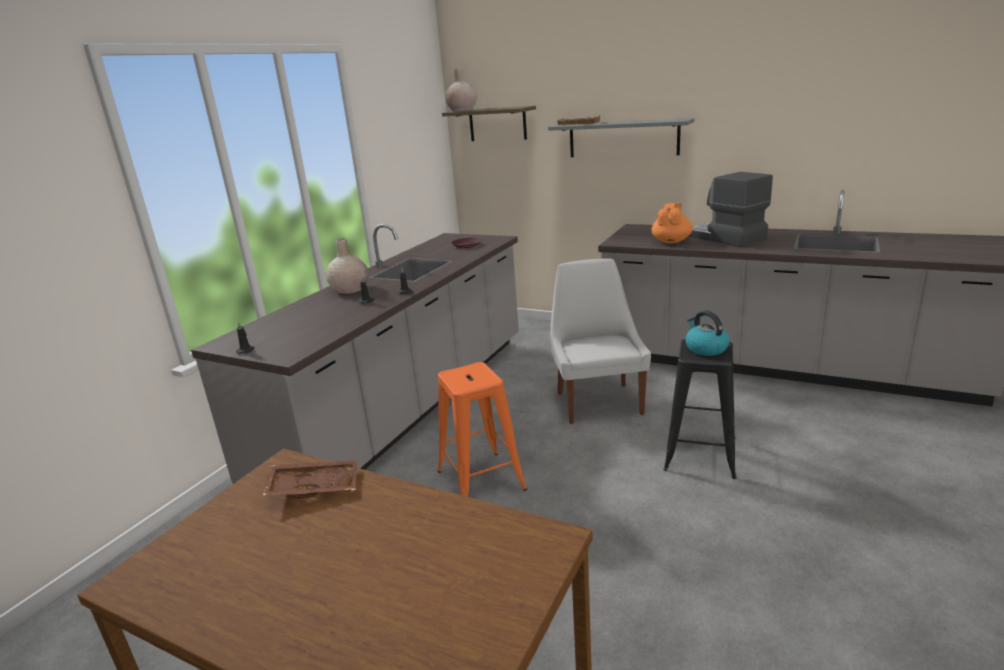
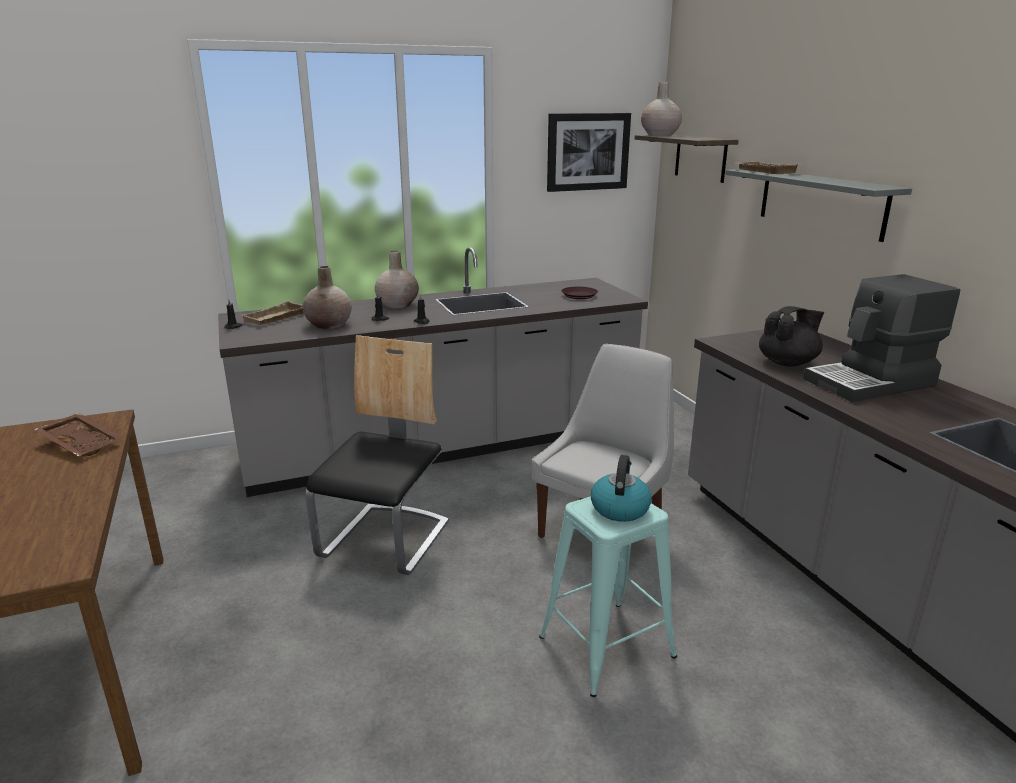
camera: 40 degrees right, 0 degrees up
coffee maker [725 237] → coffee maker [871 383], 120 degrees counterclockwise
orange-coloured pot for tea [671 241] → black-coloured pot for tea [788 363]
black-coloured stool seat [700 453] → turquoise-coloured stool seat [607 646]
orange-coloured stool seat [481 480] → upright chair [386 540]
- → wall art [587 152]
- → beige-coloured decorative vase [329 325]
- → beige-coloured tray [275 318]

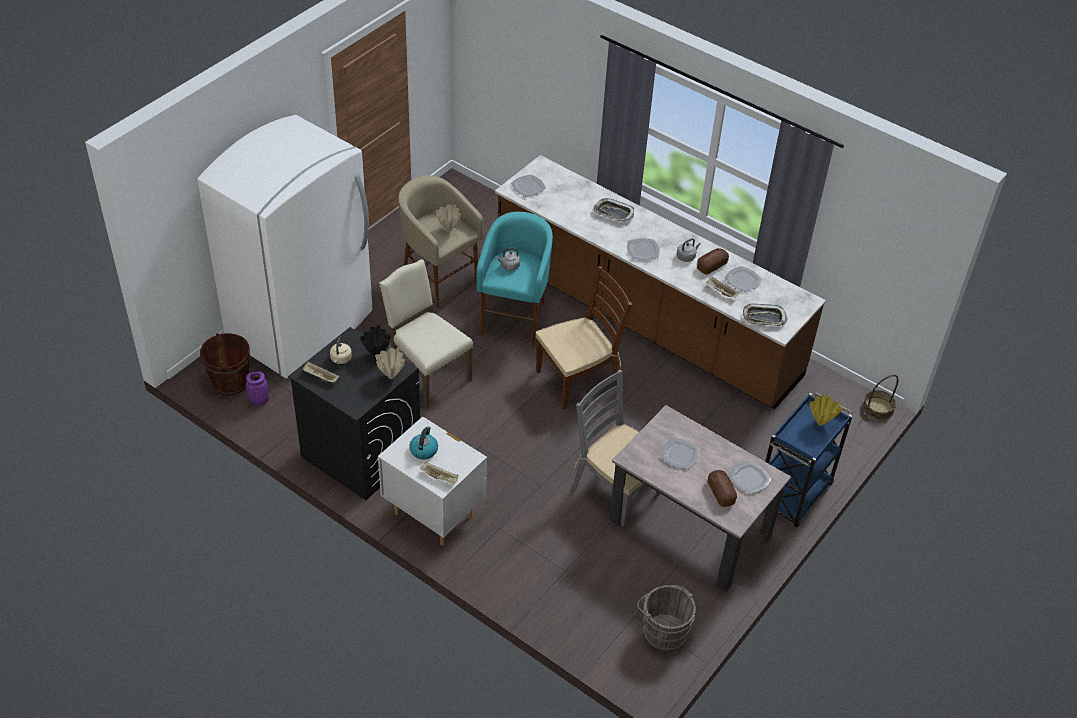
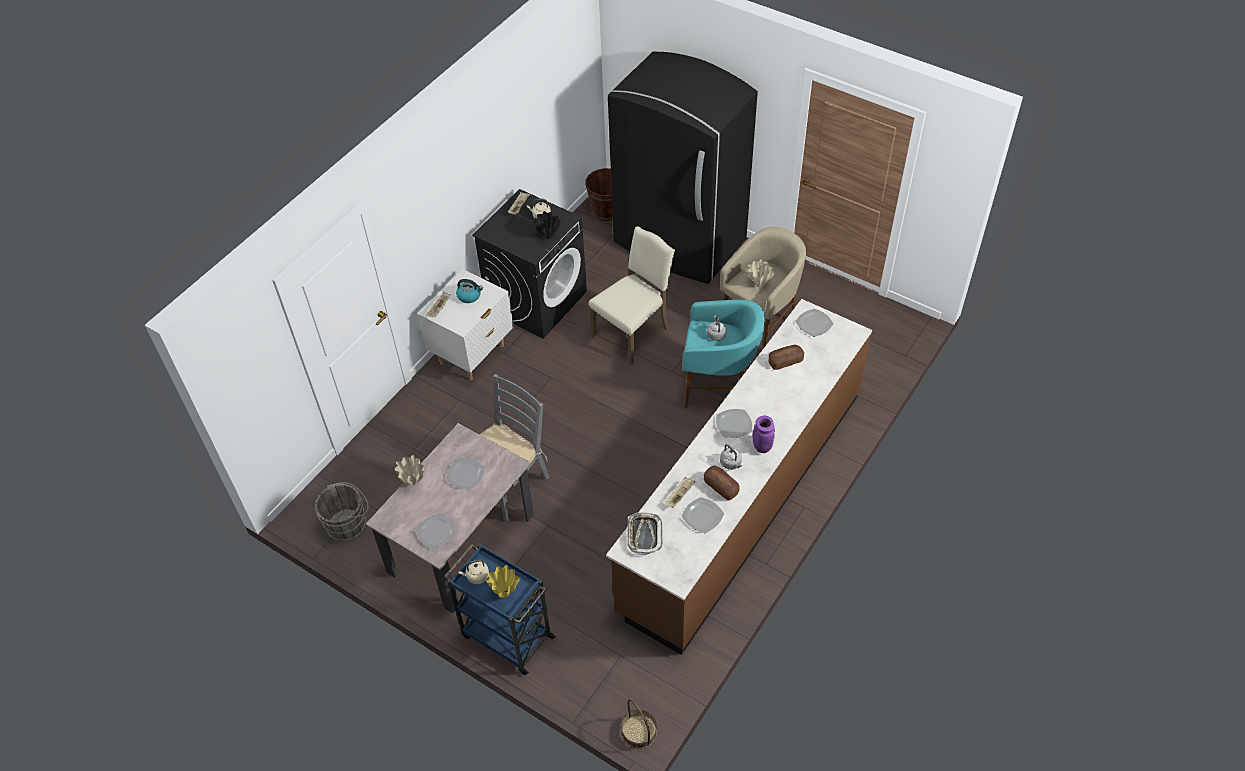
camera: 90 degrees right, 5 degrees up
white-coloured kitchen fridge [302 327] → black-coloured kitchen fridge [679 243]
tray [613 213] → -
brown upright chair [578 379] → -
beige-coloured decorative vase [390 376] → beige-coloured decorative vase [413 482], shifted
purplish decorative vase [258 401] → purplish decorative vase [761 446], shifted
baked bread [721 493] → baked bread [785 361], shifted
- → beige-coloured water kettle [476 576]

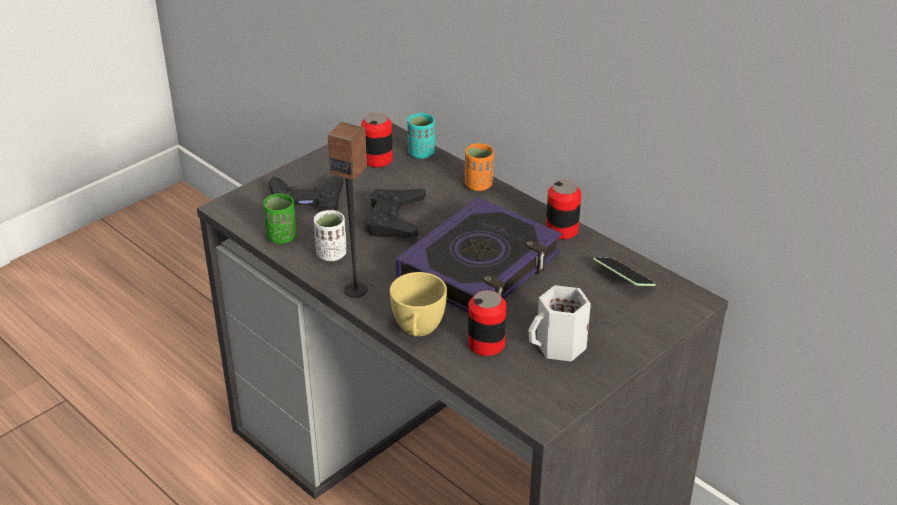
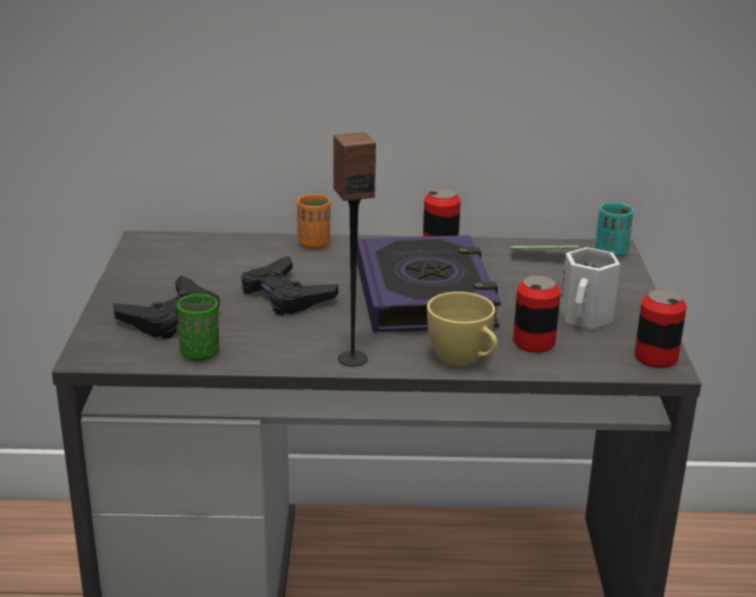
camera: 45 degrees left, 10 degrees down
metal can [377 160] → metal can [656 357], shifted
turquoise-coloured small cup [421 153] → turquoise-coloured small cup [611 252], shifted
white-coloured small cup [331 254] → -

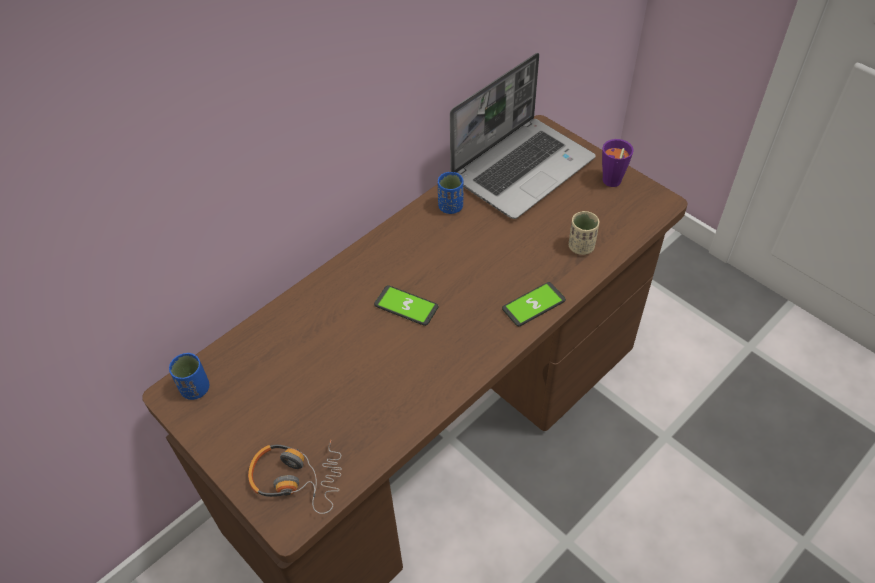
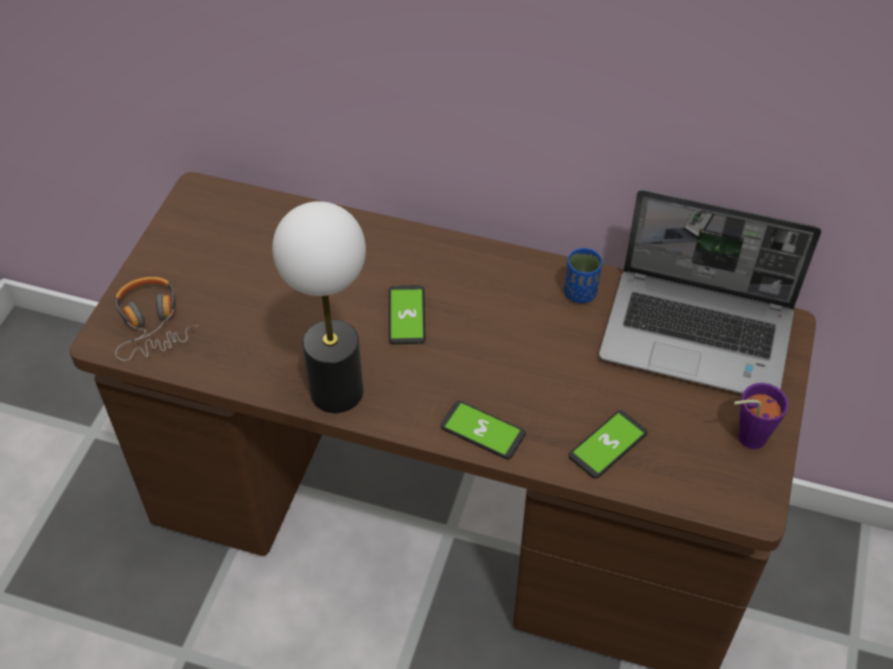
camera: 60 degrees right, 0 degrees up
beige-coloured small cup [581 247] → phone [608 445]
blue-coloured small cup [195 389] → -
- → lamp for a table [336 391]

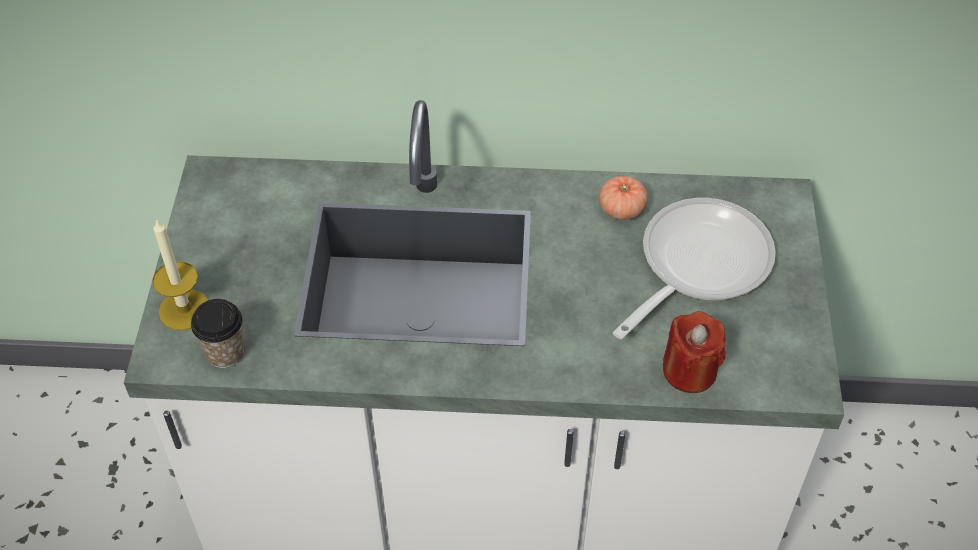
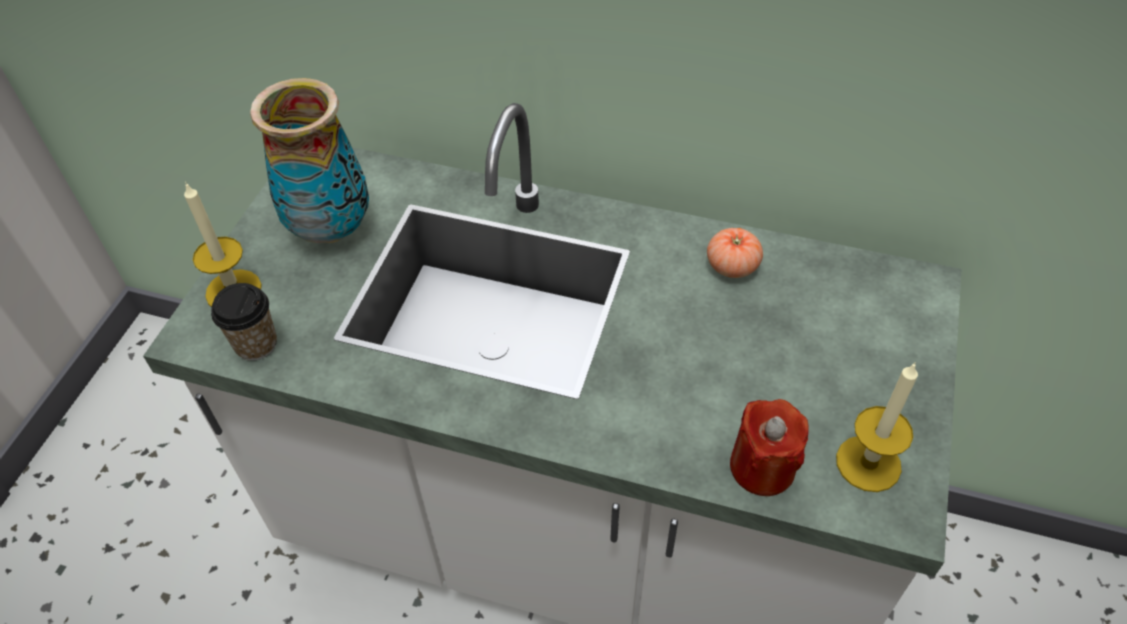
camera: 15 degrees right, 0 degrees up
frying pan [697 265] → -
- → decorative vase [330 229]
- → candle [868 463]

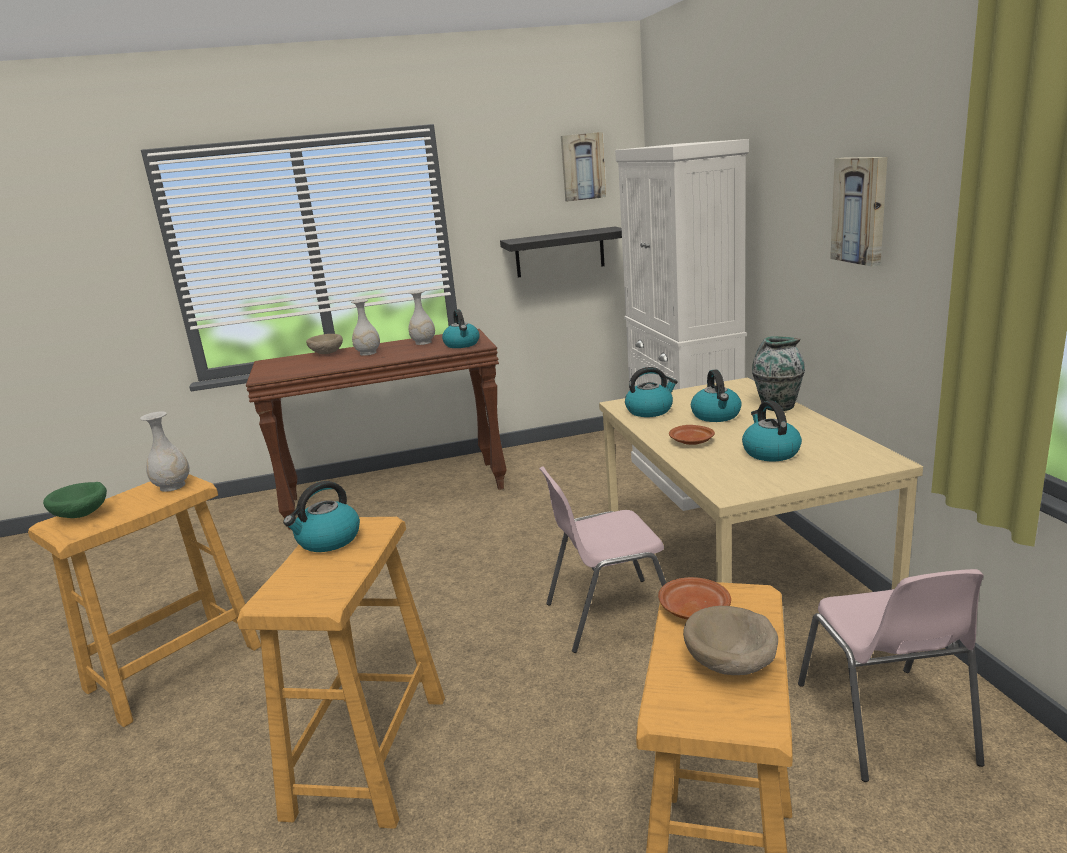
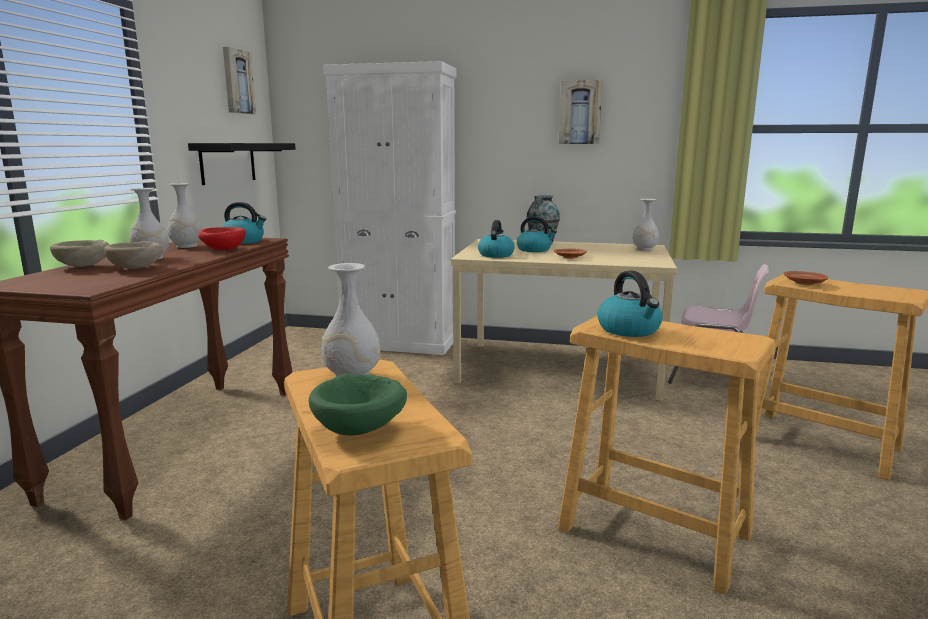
camera: 65 degrees left, 5 degrees down
water kettle [770 452] → -
pink-coloured upright chair [608 615] → -
beige-coloured serving bowl [731 667] → beige-coloured serving bowl [137 268], shifted
- → white-coloured decorative vase [644 249]
- → red serving bowl [223 250]

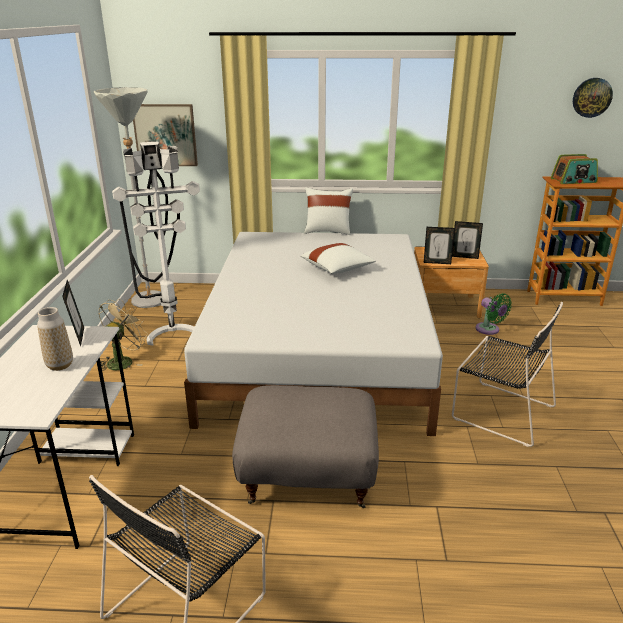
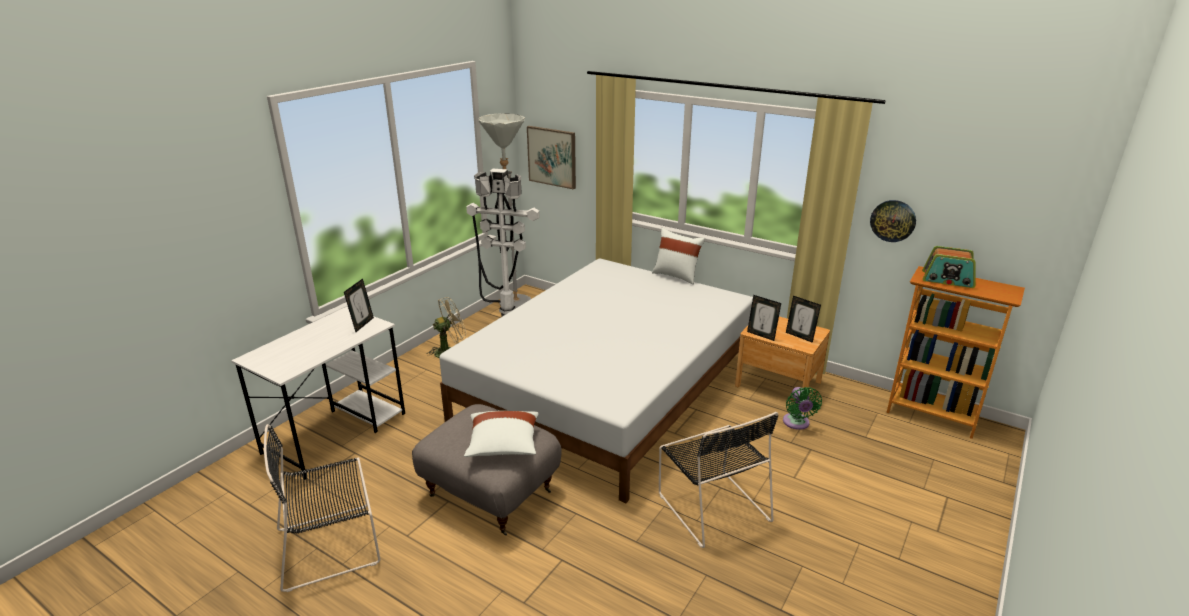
camera: 30 degrees right, 0 degrees up
clock on the wall [592 97] → clock on the wall [893 220], shifted
white-coloured cushion [338 269] → white-coloured cushion [503 445], shifted
decorative vase [60 365] → -

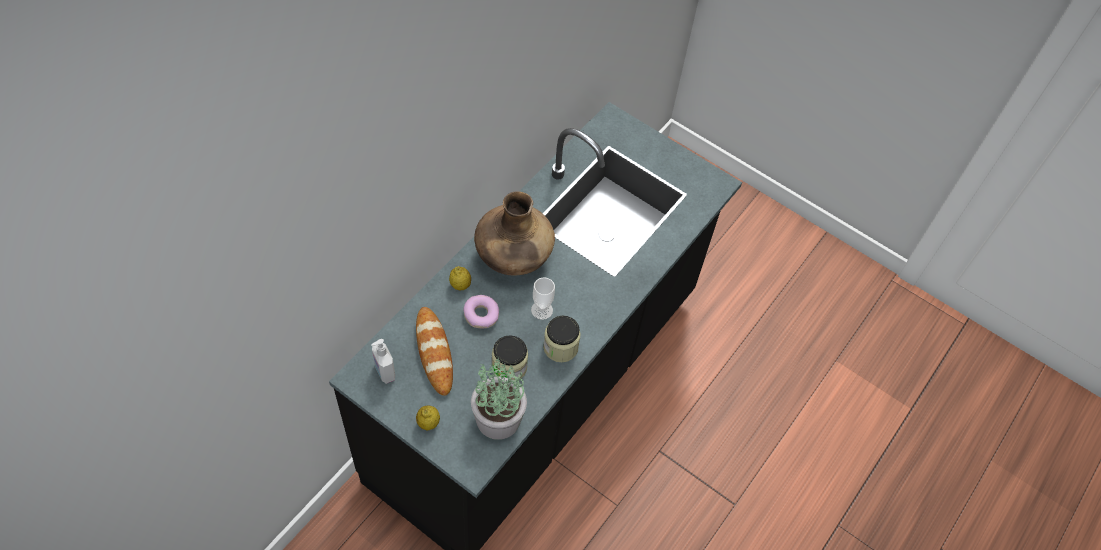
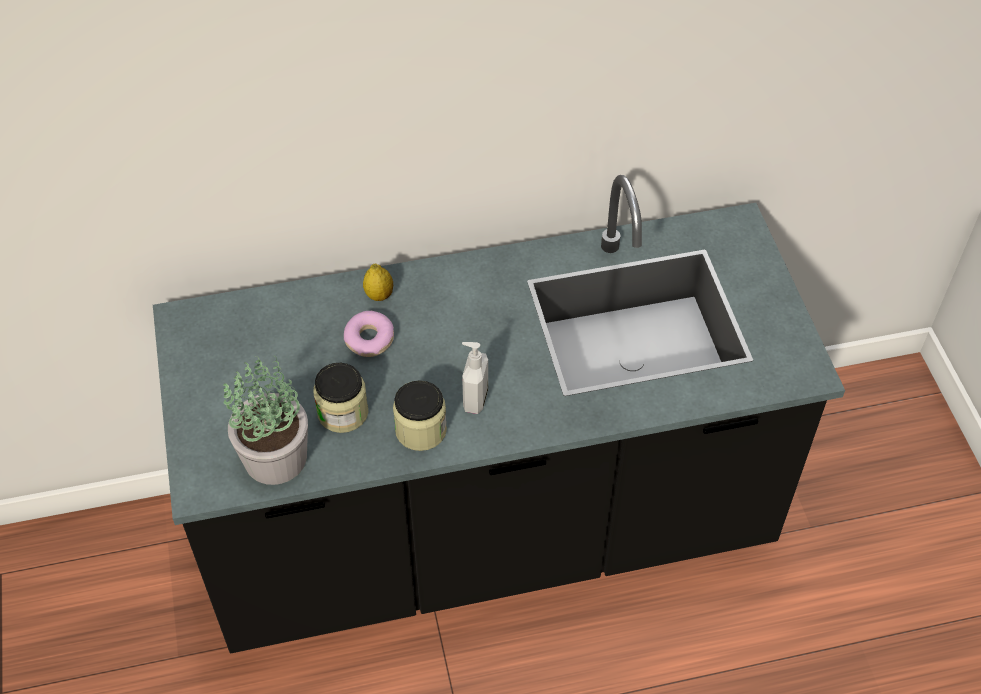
camera: 45 degrees right, 5 degrees down
brown decorative vase [513 257] → -
small cup [542 310] → -
baked bread [434 352] → -
soap bottle [384 372] → soap bottle [474 399], shifted
lemon [428 423] → -

